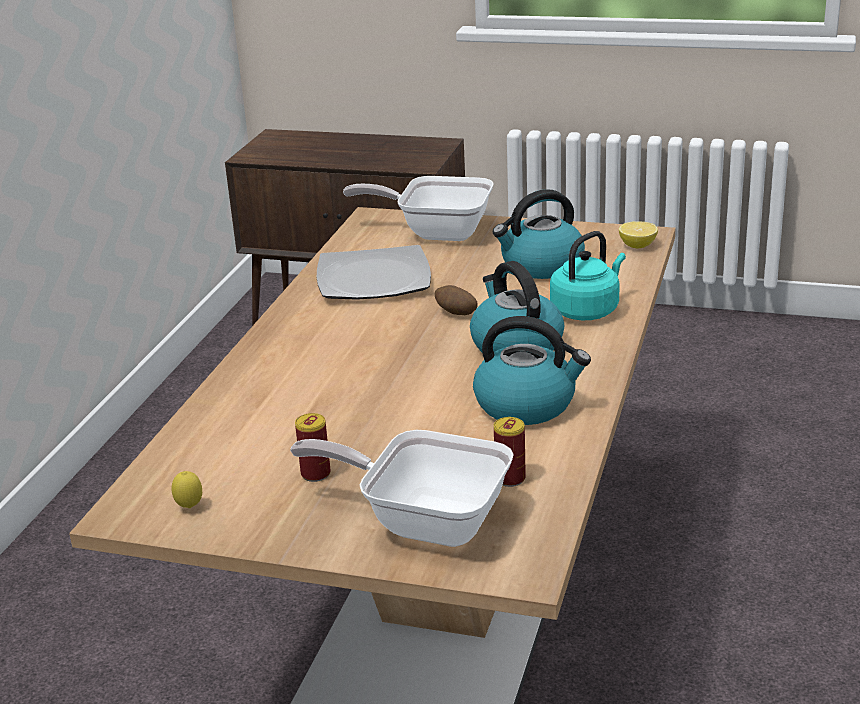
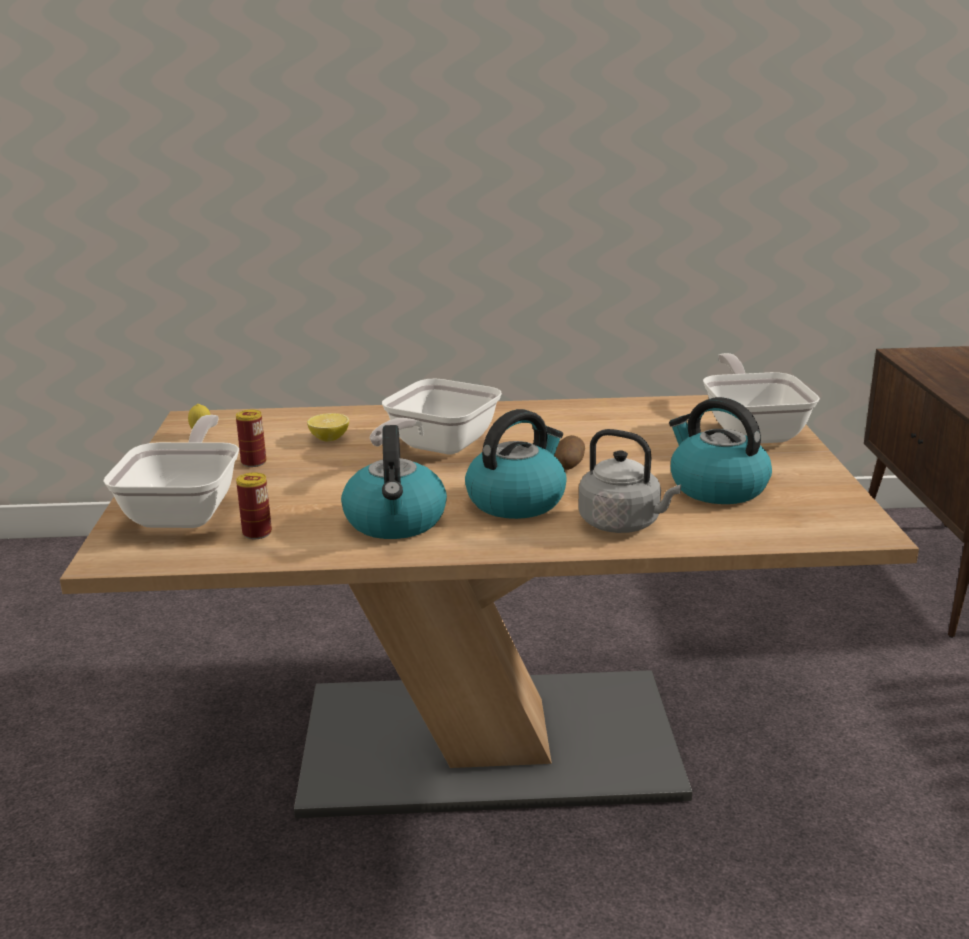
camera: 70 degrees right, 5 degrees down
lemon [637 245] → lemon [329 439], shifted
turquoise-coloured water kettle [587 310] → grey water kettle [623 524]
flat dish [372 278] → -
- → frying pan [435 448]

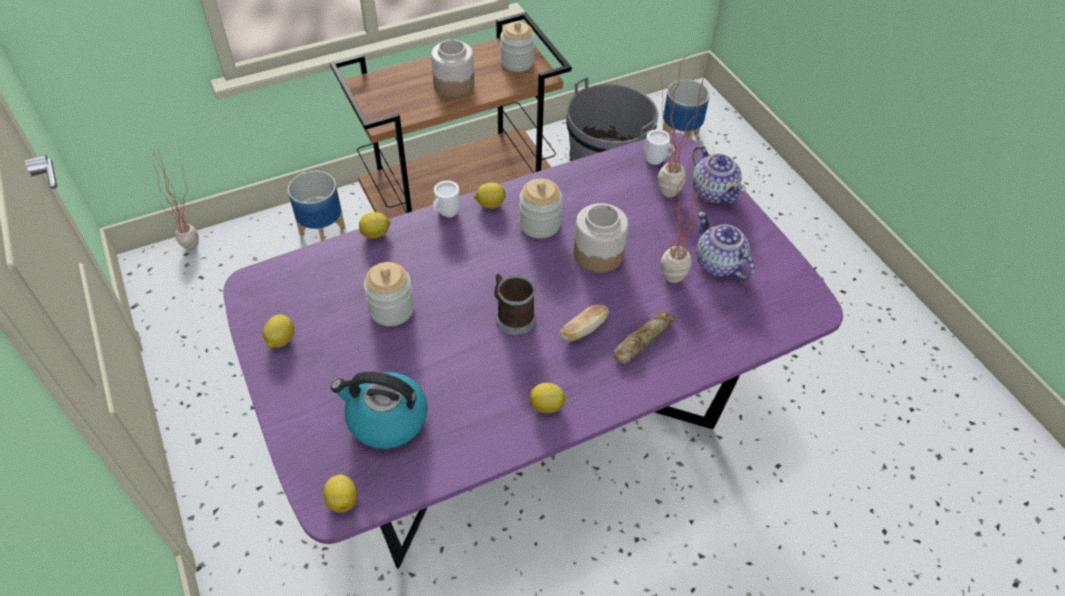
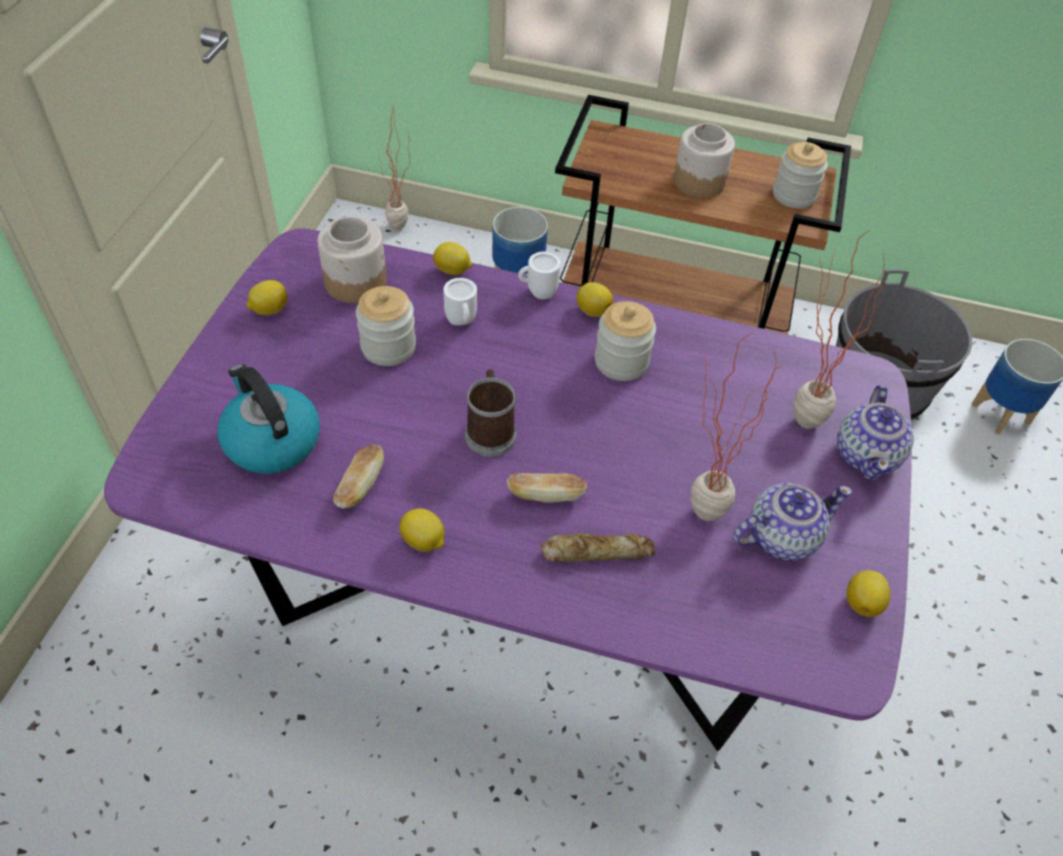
camera: 40 degrees right, 0 degrees up
white-coloured mug [657 161] → white-coloured mug [462 323], shifted
jar [598 253] → jar [356 282], shifted
pot for tea [718 264] → pot for tea [780 536], 60 degrees clockwise
lemon [342 499] → lemon [862 602], shifted
- → baked bread [360 486]

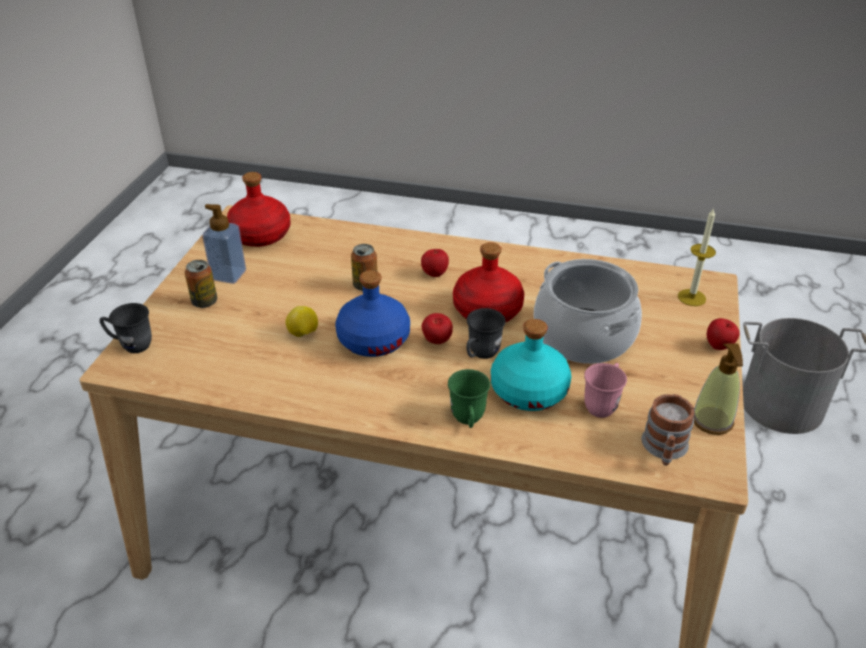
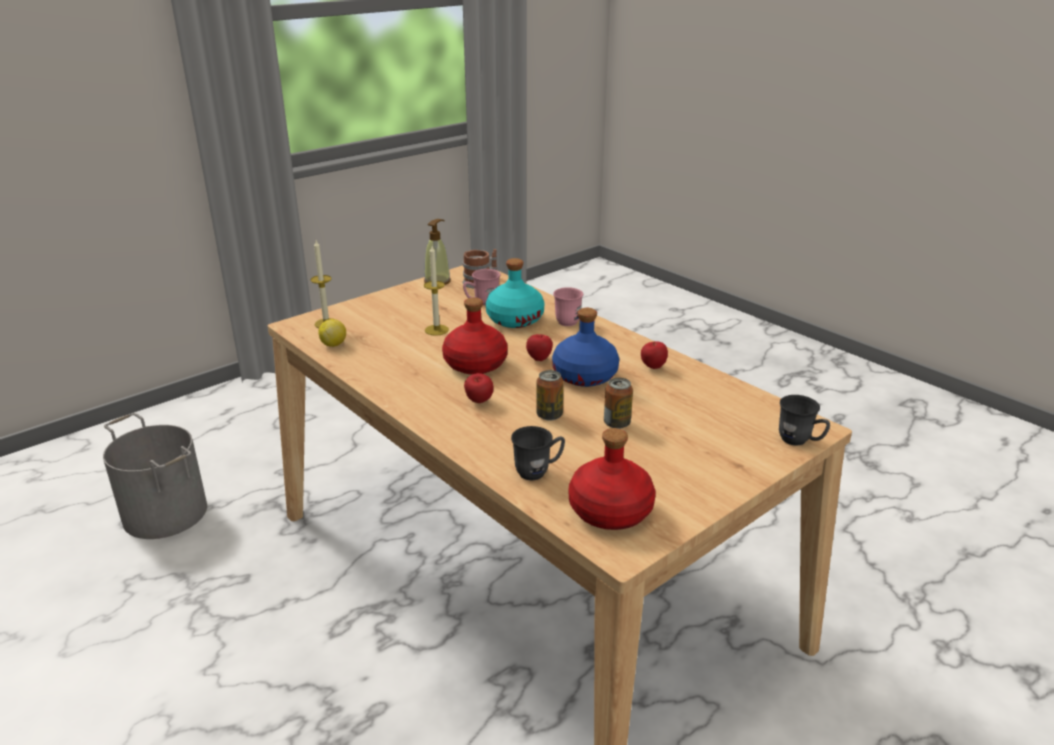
camera: 145 degrees left, 10 degrees down
soap bottle [228 275] → -
saucepot [583 336] → candle [436 330]
metal can [204 302] → metal can [617 423], shifted
lemon [303 334] → lemon [334 344], shifted
grey mug [480 354] → grey mug [538 471], shifted
apple fruit [719 347] → apple fruit [653 367], shifted
greenish mug [468 420] → pink-coloured mug [570 320]

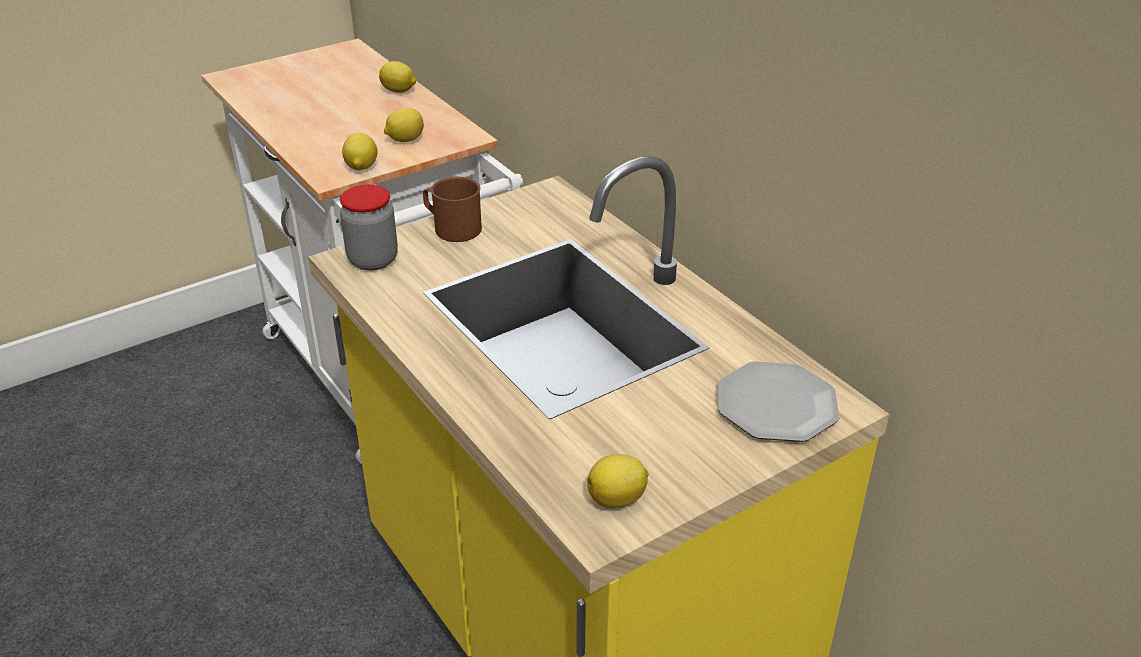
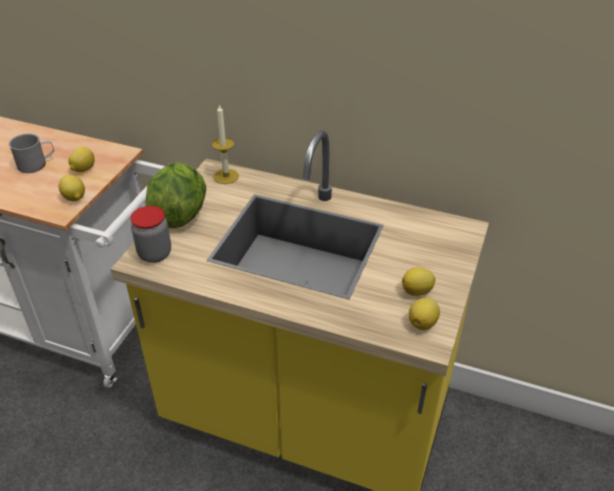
camera: 35 degrees left, 5 degrees up
lemon [399 91] → lemon [417 291], shifted
brown mug [452 227] → lettuce head [180 214]
flat dish [775 406] → -
- → candle [226 176]
- → grey mug [37 164]

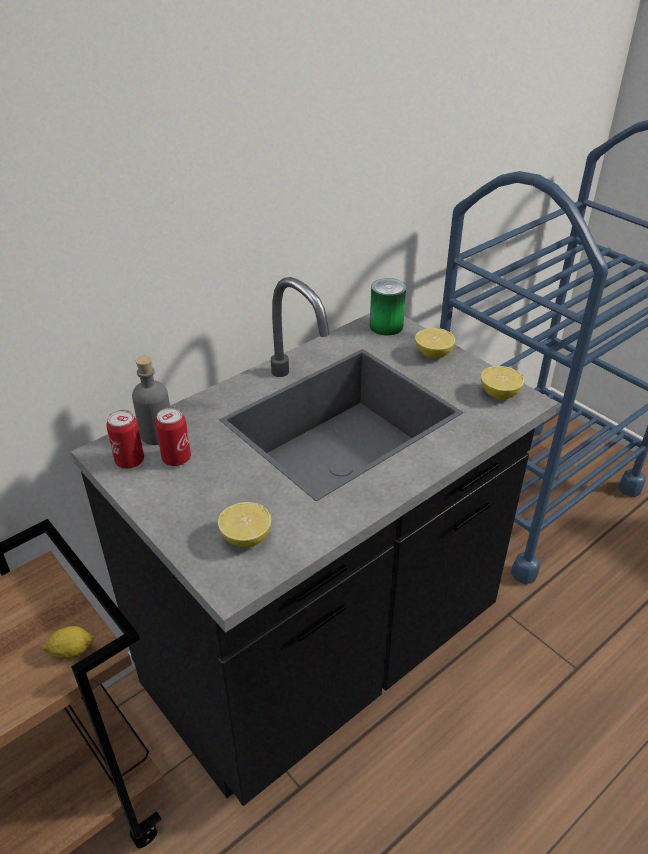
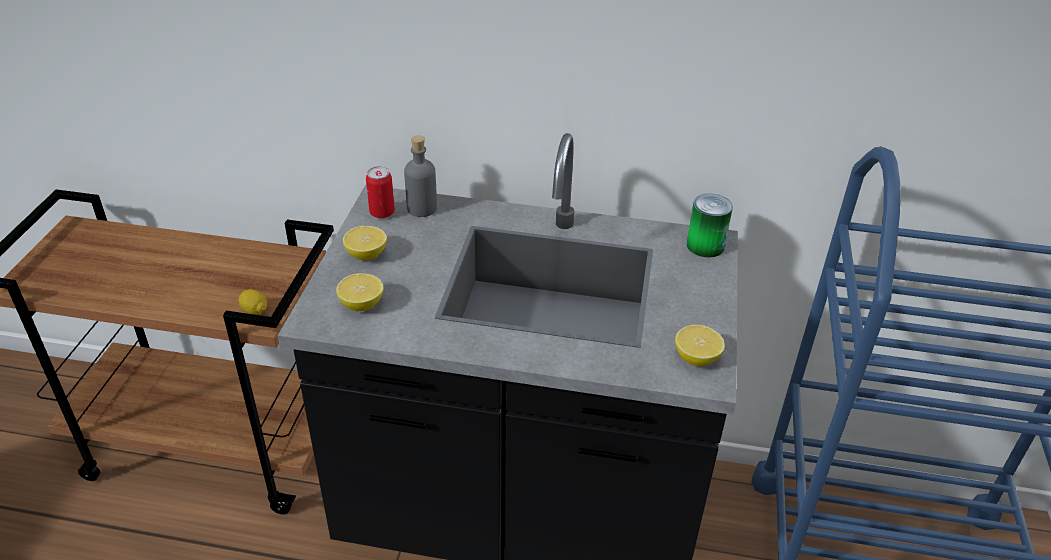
camera: 50 degrees right, 0 degrees up
lemon [433 354] → lemon [366 254], shifted
metal can [176 458] → -

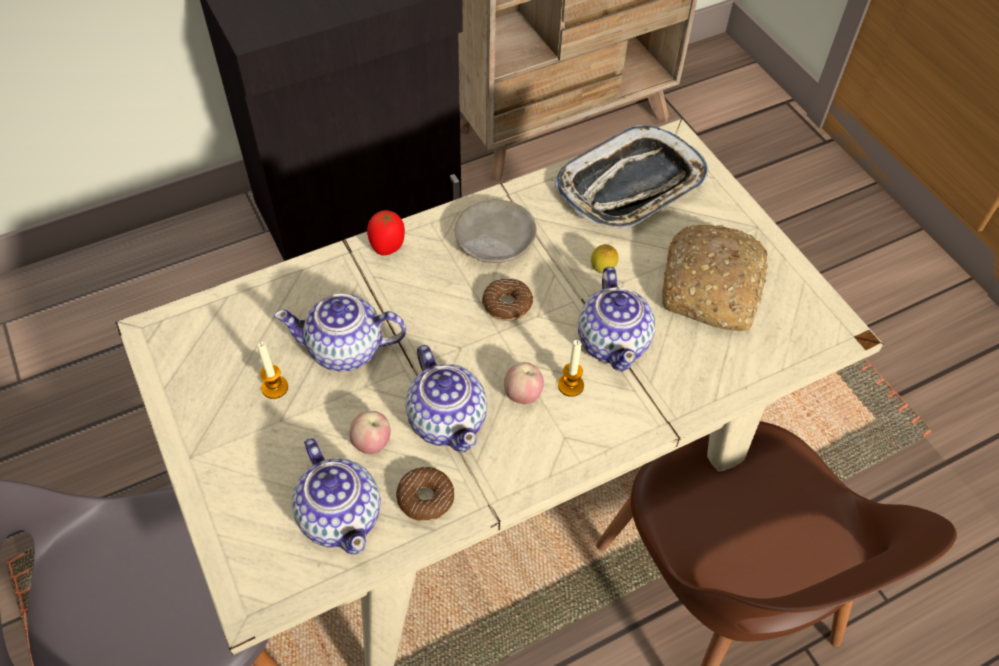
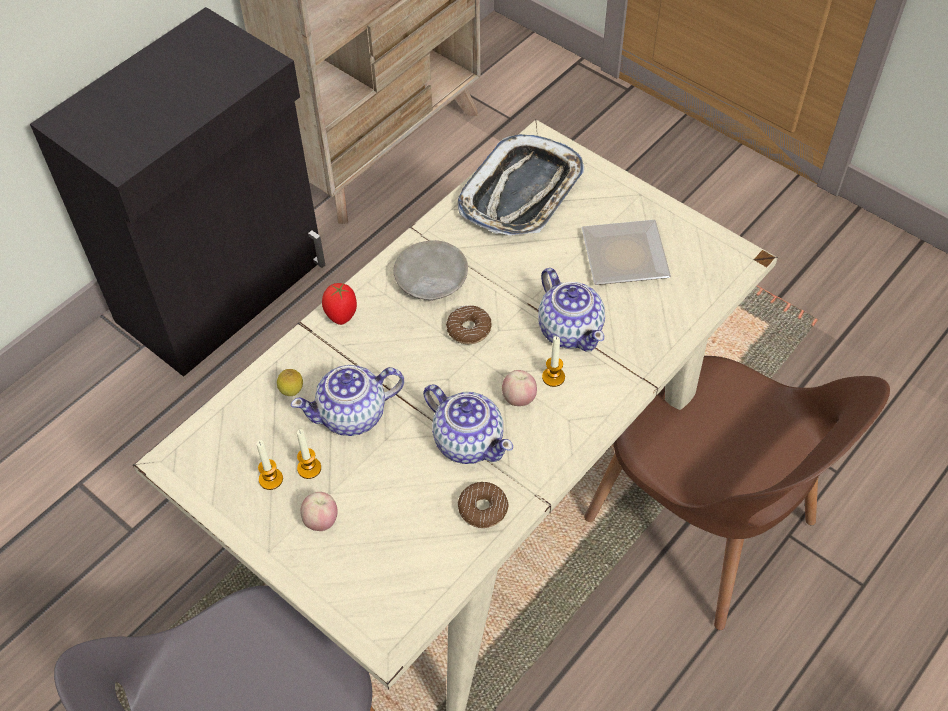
camera: 20 degrees left, 0 degrees up
baked bread [712 288] → flat dish [628 258]
lemon [602 271] → lemon [292 393], shifted
apple fruit [372 443] → apple fruit [321 521], shifted
pot for tea [341 515] → -
- → candle [271 479]

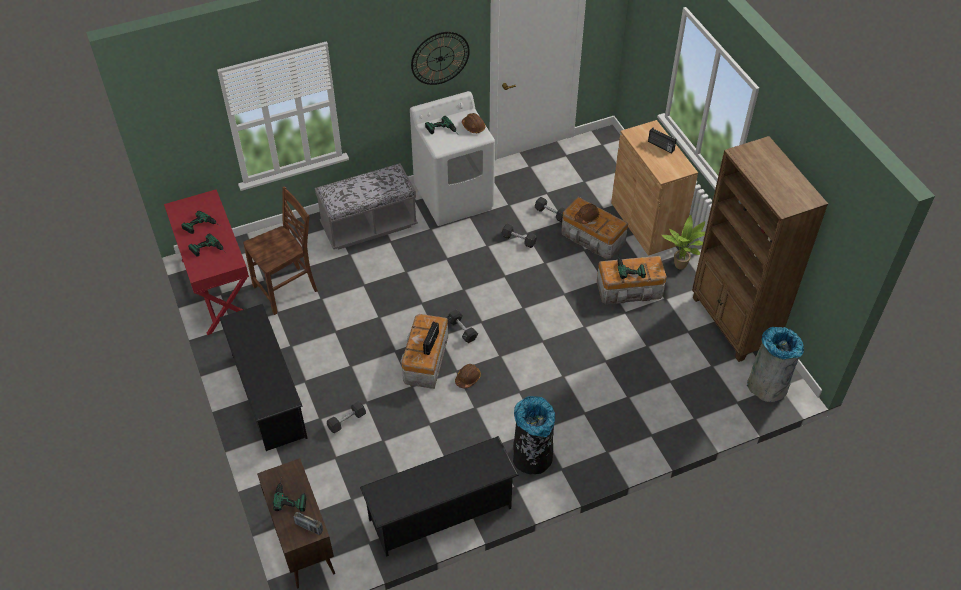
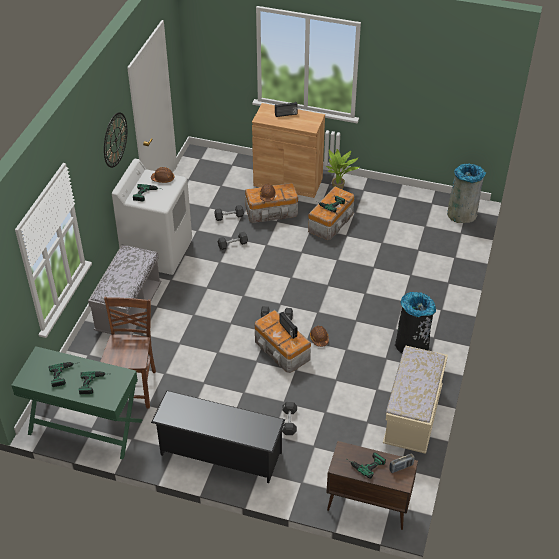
camera: 50 degrees left, 5 degrees down
brown shelving unit [733 323] → -
red desk table [218 289] → greenish desk table [85 427]
black-coloured shoe stand [441 513] → beige-coloured long seat [412 416]

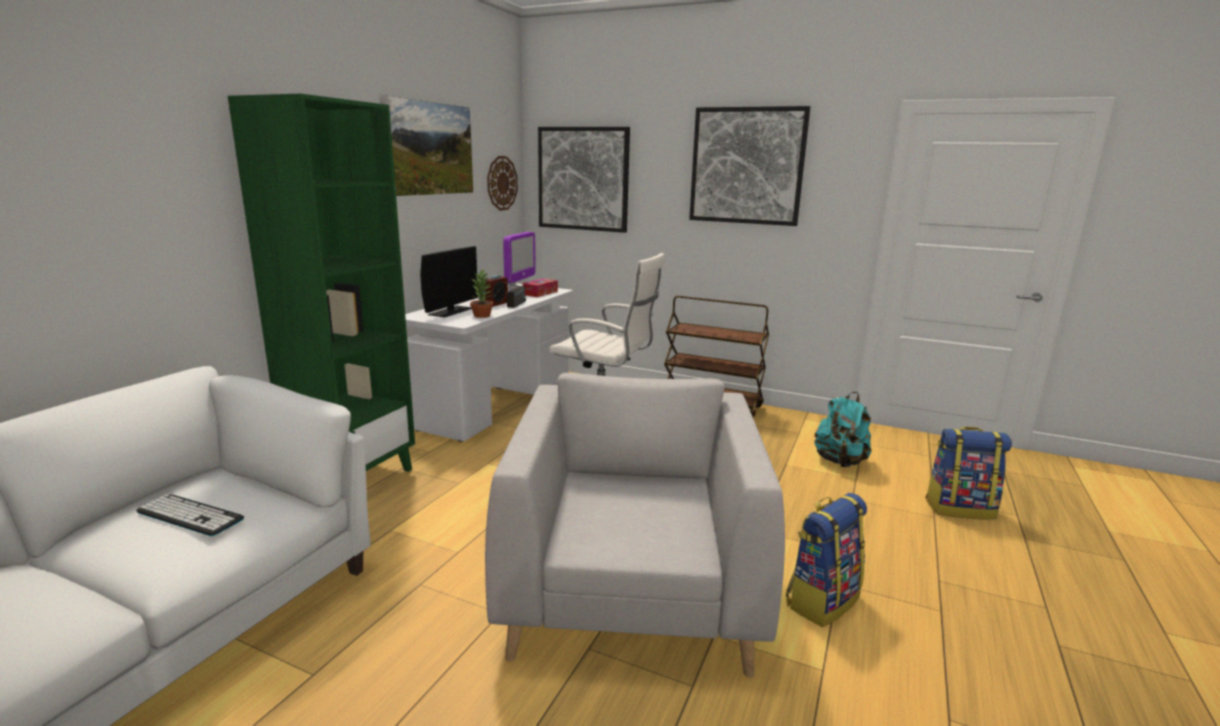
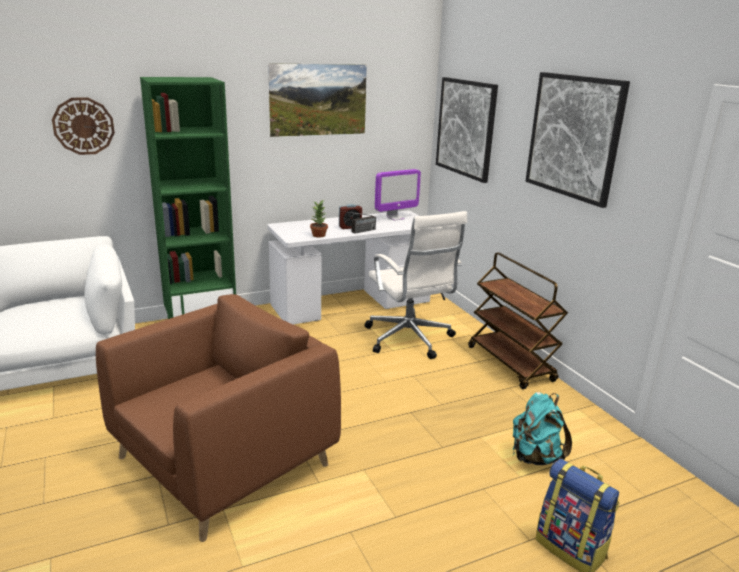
camera: 40 degrees right, 5 degrees up
clock on the wall [502 183] → clock on the wall [83 126], shifted
computer screen [450 311] → -
box of tissues [540 293] → -
grey easy chair [631 592] → brown easy chair [224 460]
backpack [821 600] → -
PC keyboard [190 515] → -

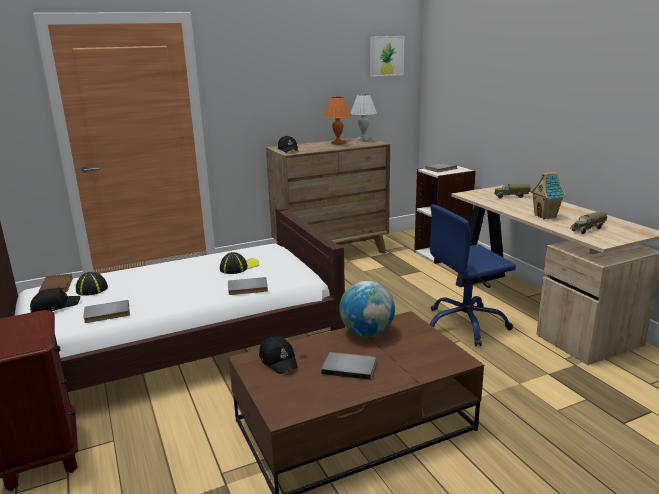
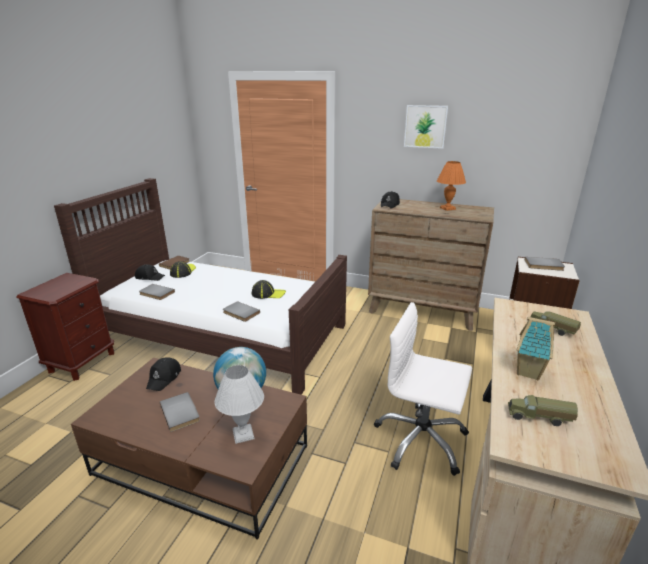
camera: 45 degrees right, 5 degrees up
wall art [386 56] → wall art [425 126], shifted
white-coloured lamp for a table [363 139] → white-coloured lamp for a table [244 434], shifted
blue-coloured office chair [465 324] → white-coloured office chair [420 440]

